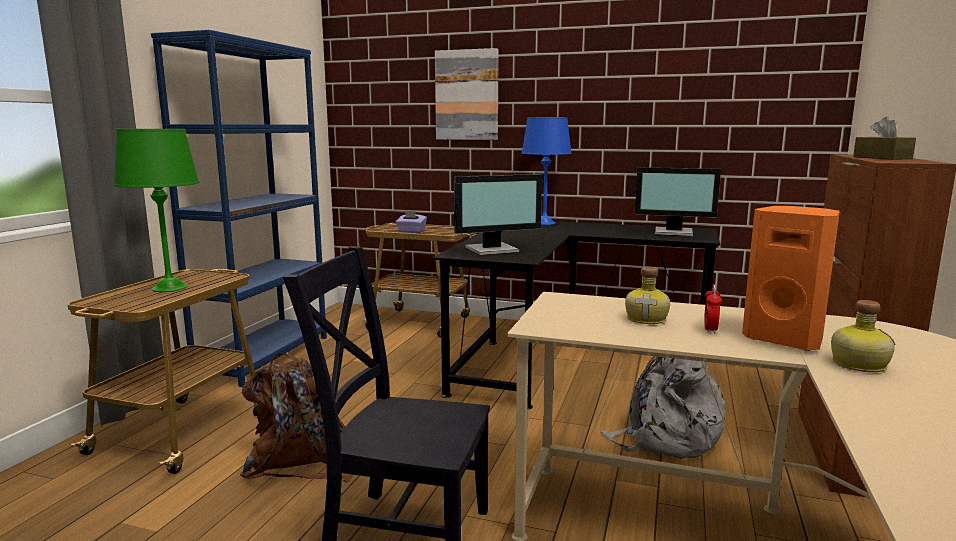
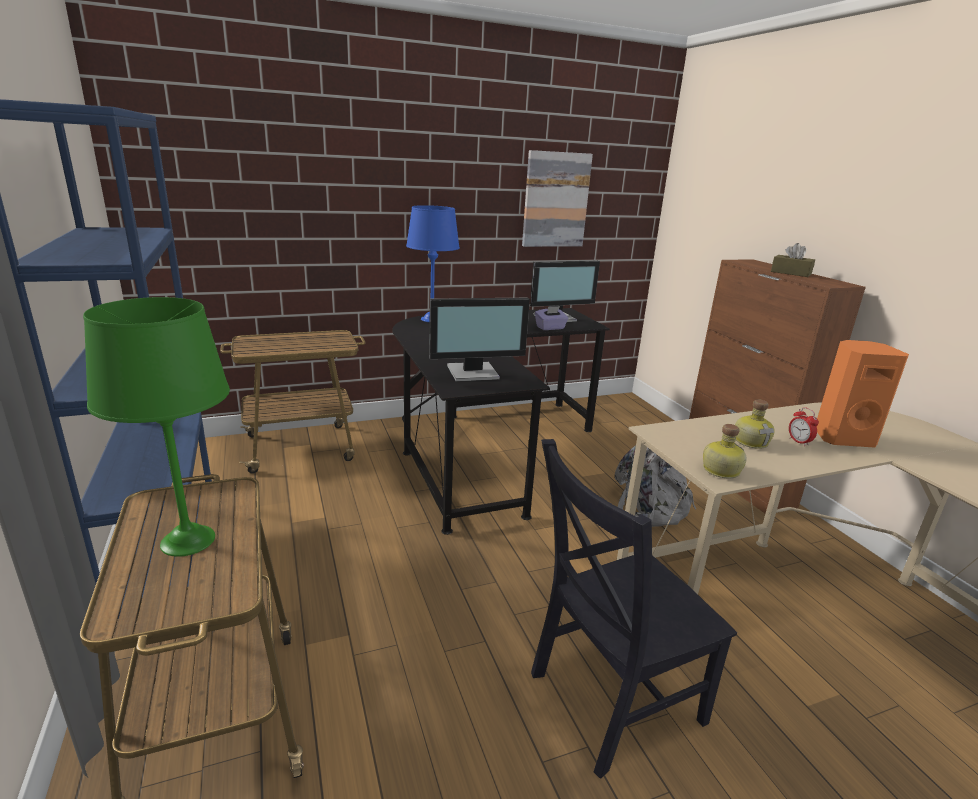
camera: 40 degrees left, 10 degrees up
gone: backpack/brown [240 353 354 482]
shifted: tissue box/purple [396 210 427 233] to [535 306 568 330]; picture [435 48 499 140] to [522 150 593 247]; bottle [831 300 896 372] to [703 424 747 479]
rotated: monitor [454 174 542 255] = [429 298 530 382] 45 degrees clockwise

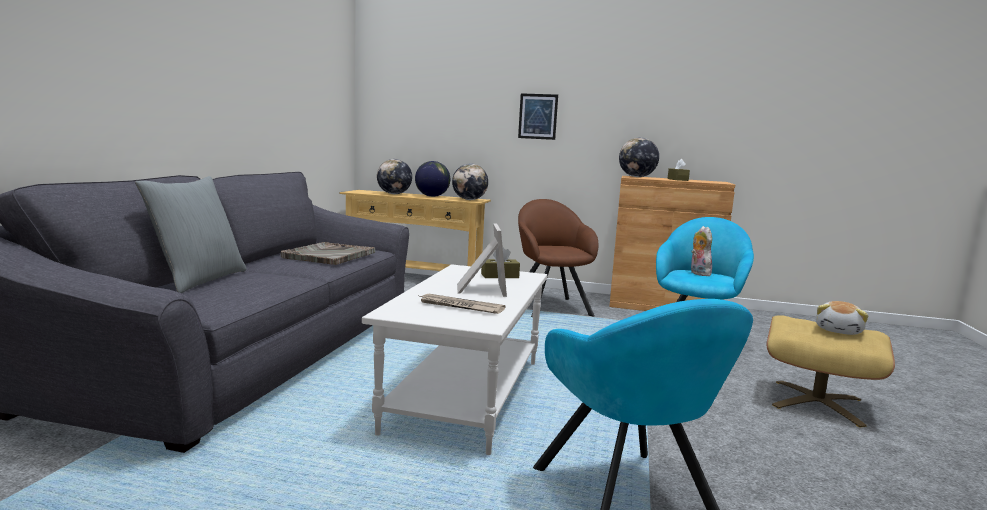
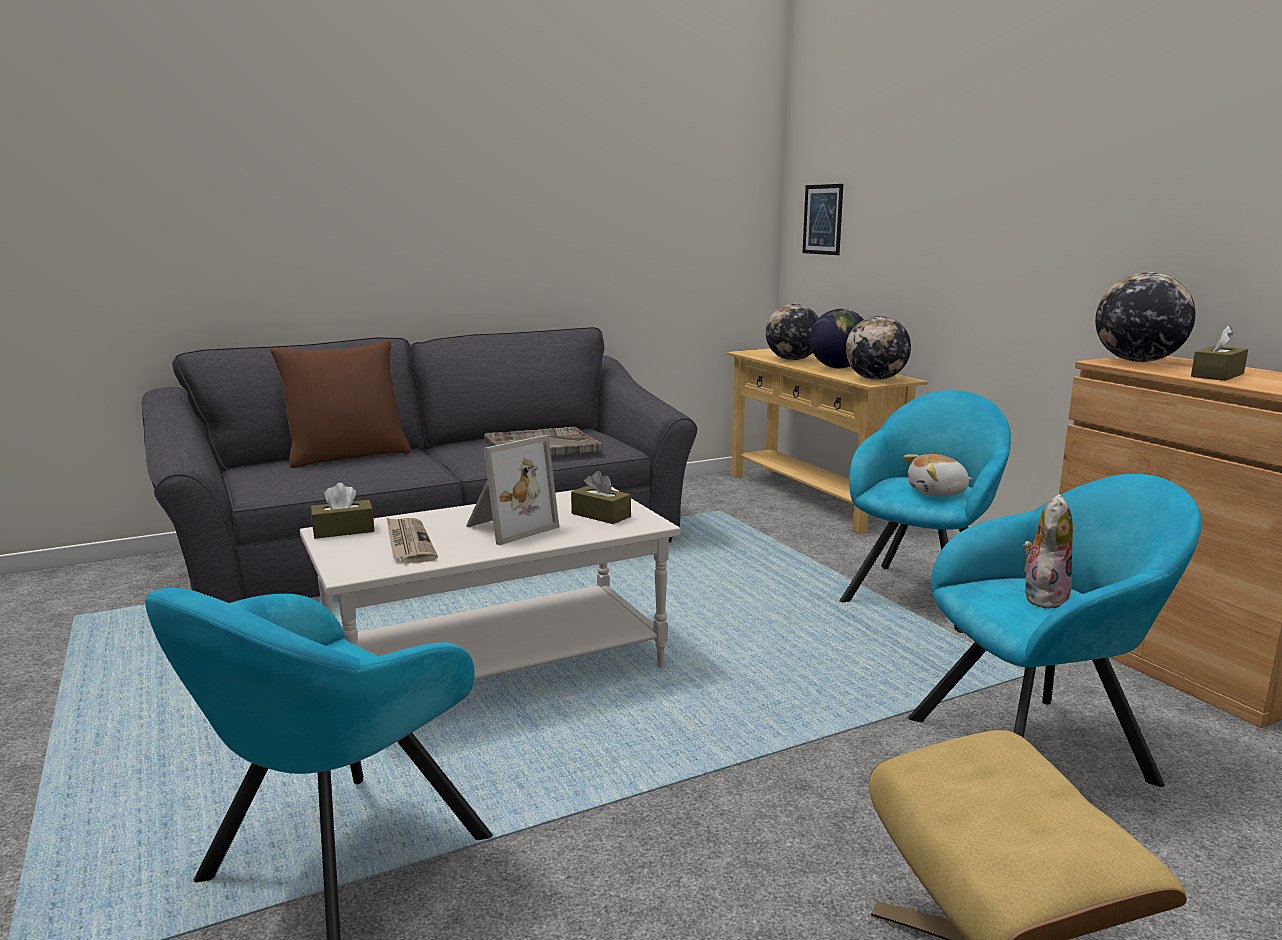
camera: 50 degrees right, 5 degrees up
new: tissue box/brown [311 483 374 539]
shifted: picture [518 93 558 140] to [803 184 843 255]; plush toy [816 301 868 335] to [904 454 972 497]
repainted: pillow/grey [135 176 247 293] to pillow/brown [270 340 411 468]; armchair/brown [518 199 598 317] to armchair/turquoise [839 390 1011 633]

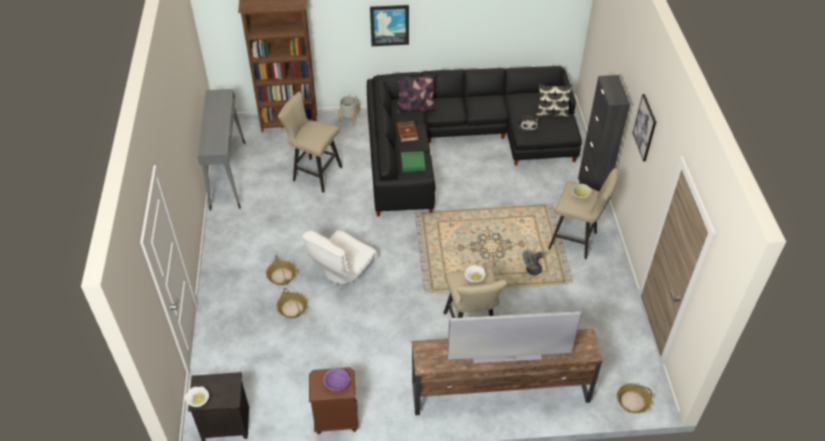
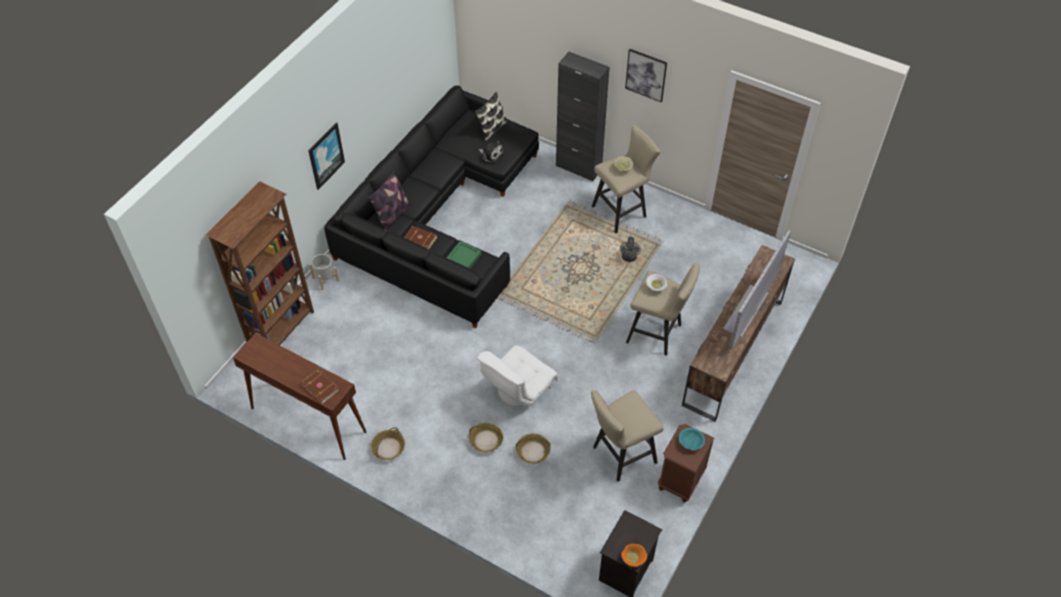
camera: 55 degrees left, 5 degrees up
new: book/brown [300 369 340 404]
shifted: stool/beige [278 92 342 193] to [591 390 664 482]; basket [617 383 652 413] to [371 427 405 460]
repainted: bowl/white [185 386 209 407] to bowl/orange [621 544 647 567]; console table/grey [197 89 245 211] to console table/brown [233 333 367 460]; bowl/purple [323 368 350 391] to bowl/turquoise [679 428 705 450]
rotated: armchair/white [302 231 378 284] = [477 345 558 407] 60 degrees clockwise

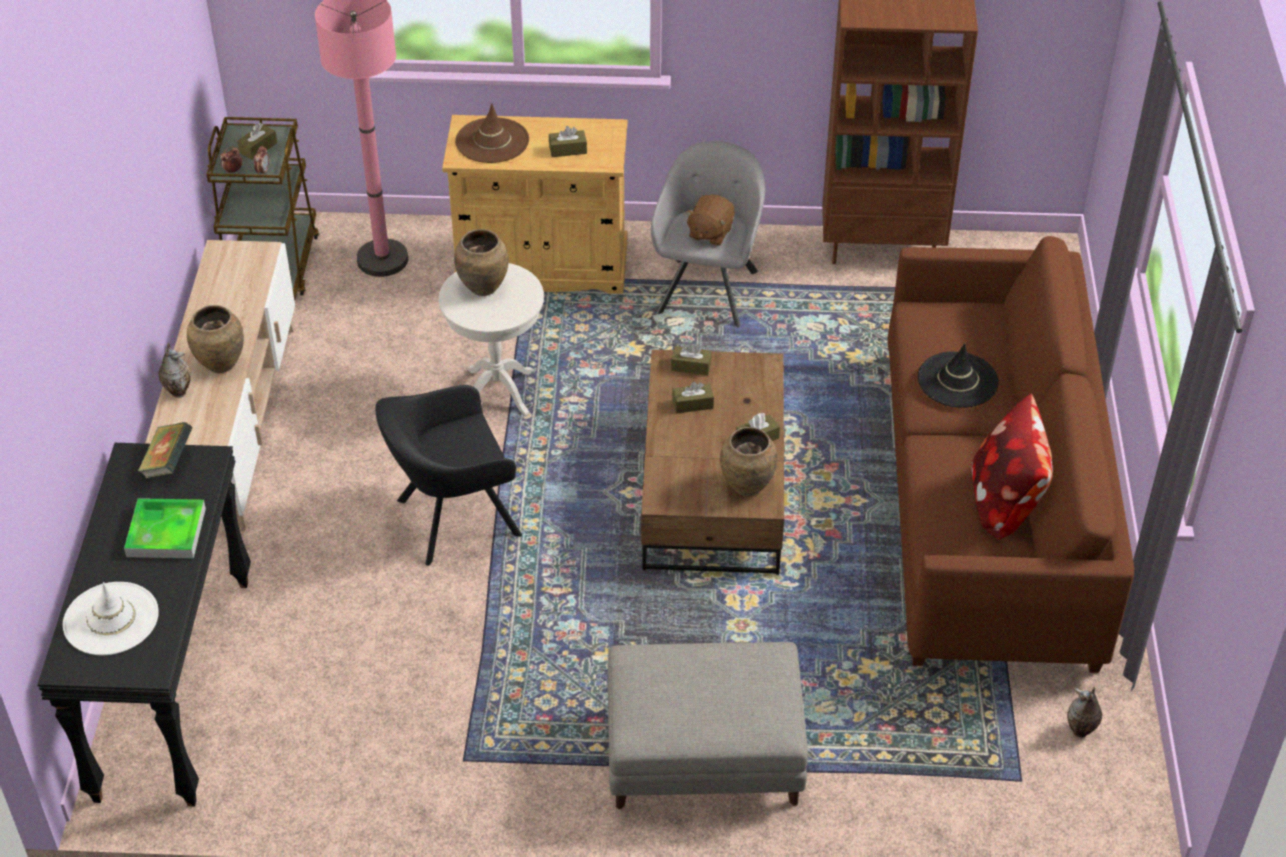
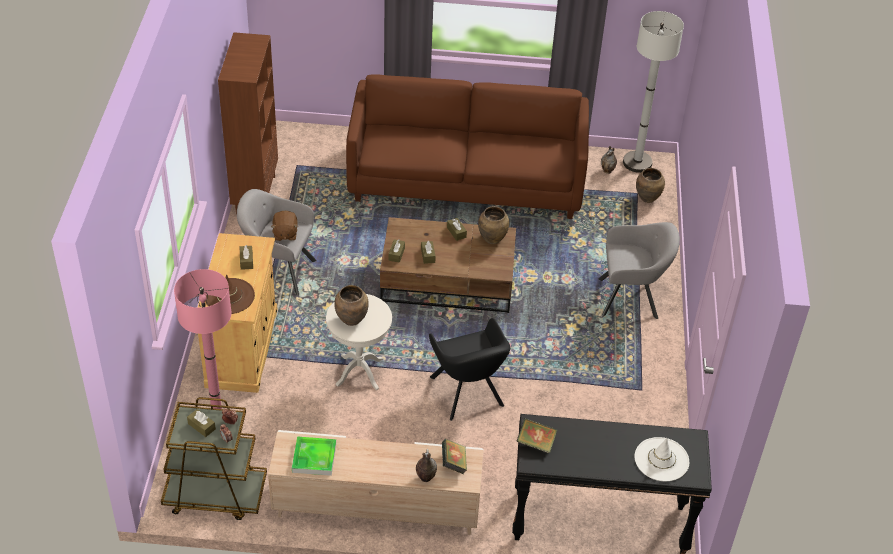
camera: 90 degrees left, 0 degrees up
gone: hat/black [918 343 999 408]; pillow [971 394 1053 540]
new: book [442 439 467 474]; floor lamp/white [623 11 684 173]
shifted: tray [124 498 206 559] to [292 436 336 476]; vase/brown [187 305 244 373] to [636 168 665 203]
swapped: ottoman/grey [608 642 808 809] to armchair/grey [598 222 680 319]
rotated: plush toy/brown [685 194 735 246] = [271 211 298 241] 60 degrees clockwise

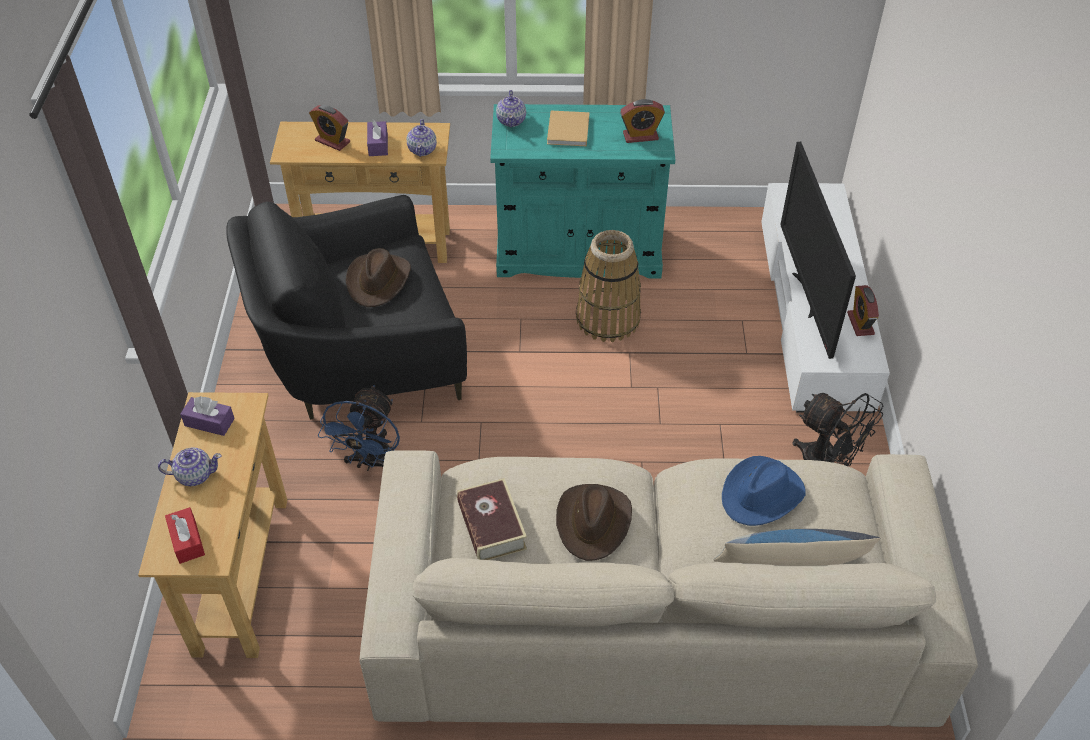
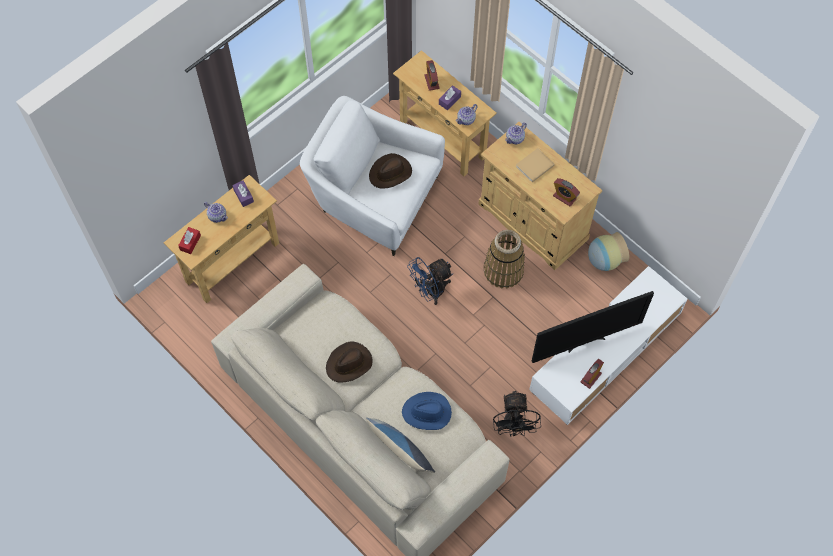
camera: 45 degrees right, 15 degrees up
gone: book [457 478 527 560]
new: vase [588 232 629 271]
shifted: fan/blue [318 385 400 471] to [407 257 453 305]
repainted: armchair/black [227 195 467 420] to armchair/white [300 96 445 256]; cabinet/turquoise [490 104 675 278] to cabinet/beige [478 122 602 270]
rotated: television [780 142 856 359] = [532 291 654 363] 150 degrees counterclockwise

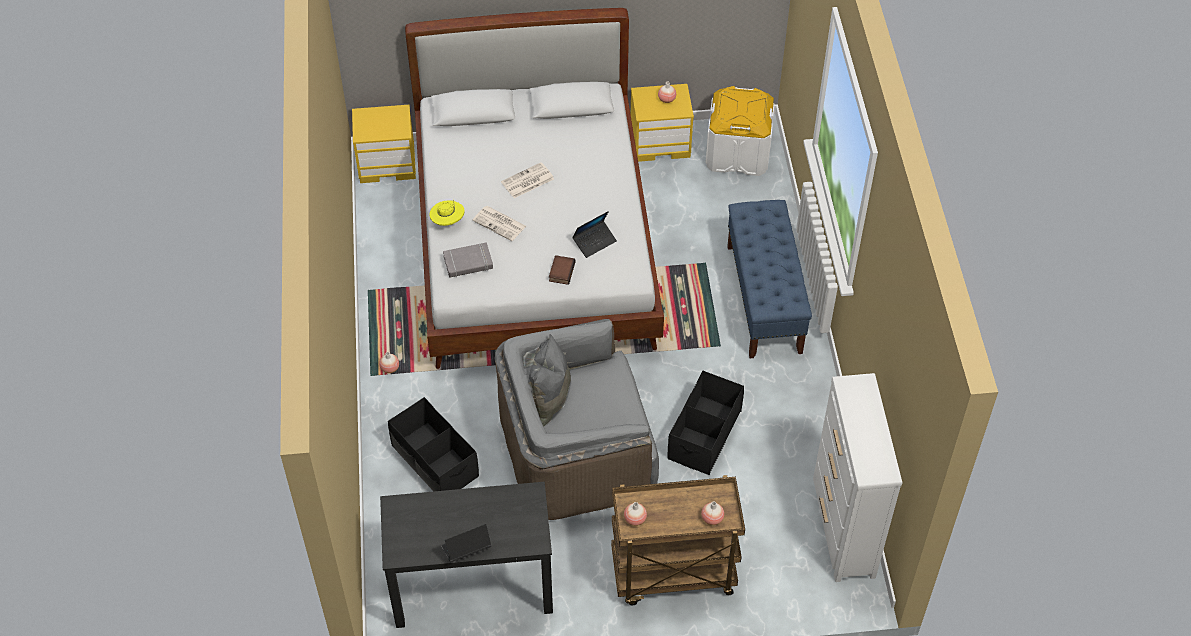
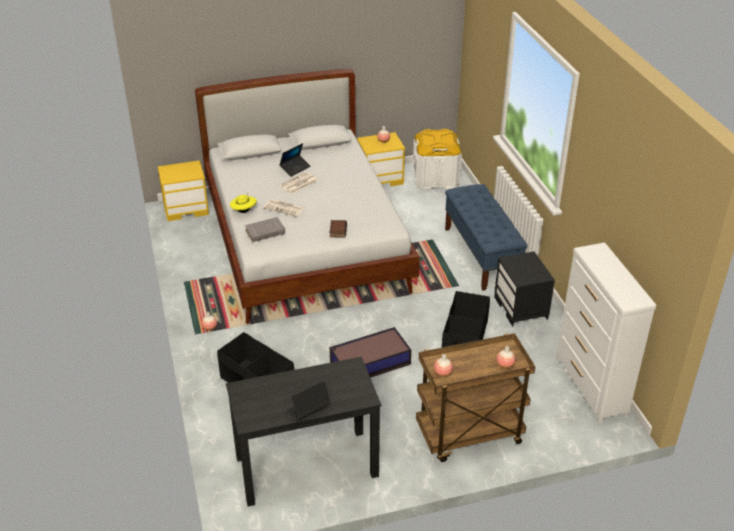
camera: 10 degrees left, 15 degrees down
new: nightstand/black [494 252 555 326]
shifted: laptop [573 211 617 258] to [279 143 311 177]
swapped: armchair/grey [494 319 659 520] to storage box [330 327 411 378]

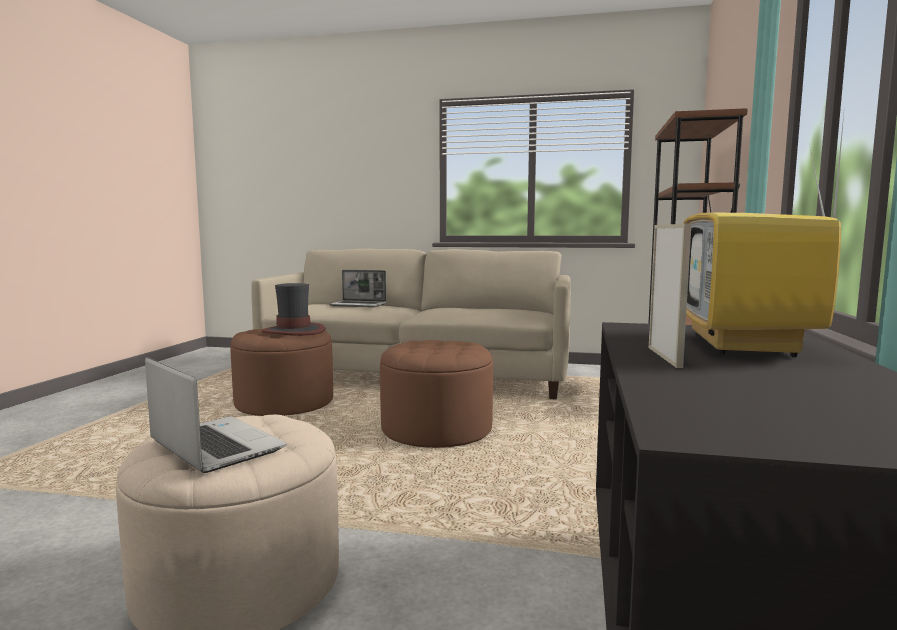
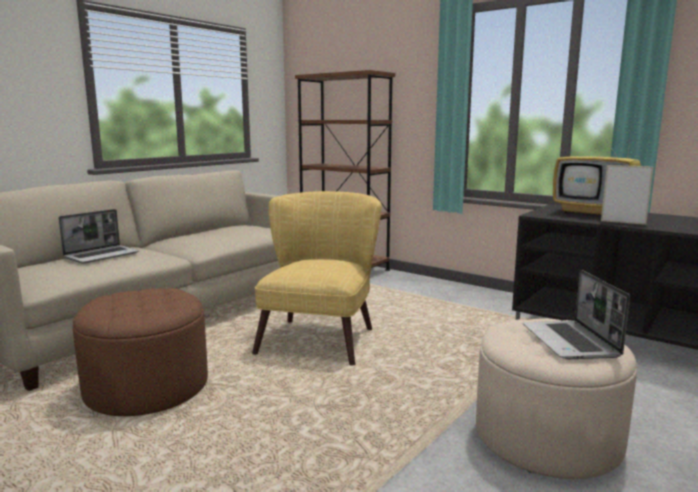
camera: 65 degrees left, 5 degrees up
gone: hat [261 283 325 336]
swapped: ottoman/brown [380 340 493 448] to armchair/yellow [252 191 382 365]
rotated: laptop [145 357 287 473] = [523 270 630 359] 75 degrees counterclockwise

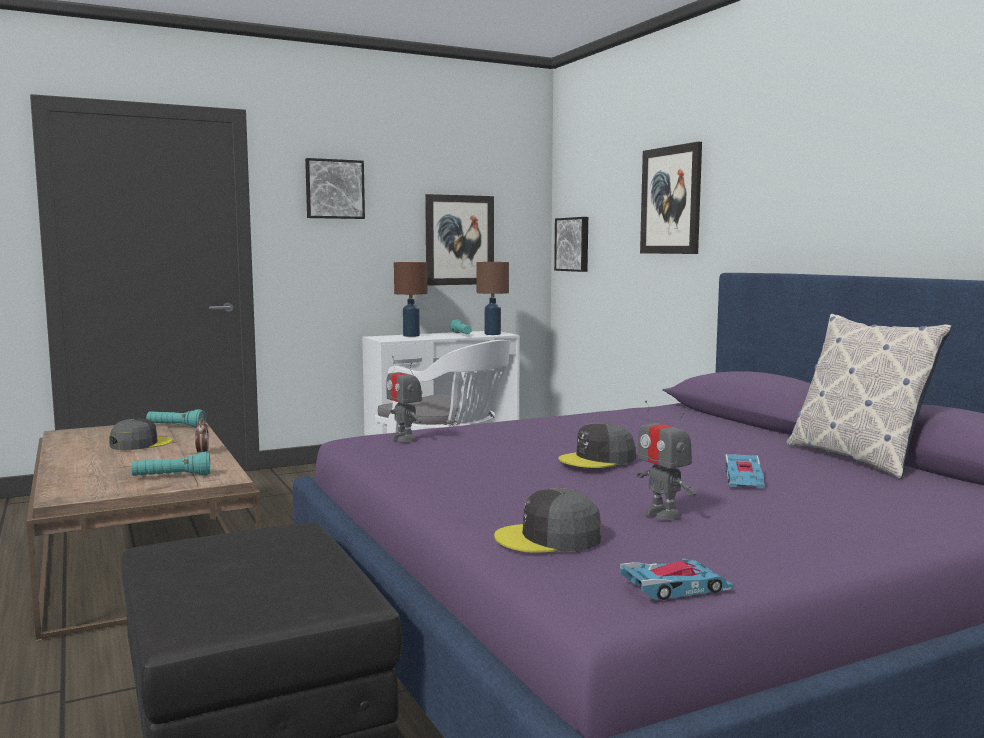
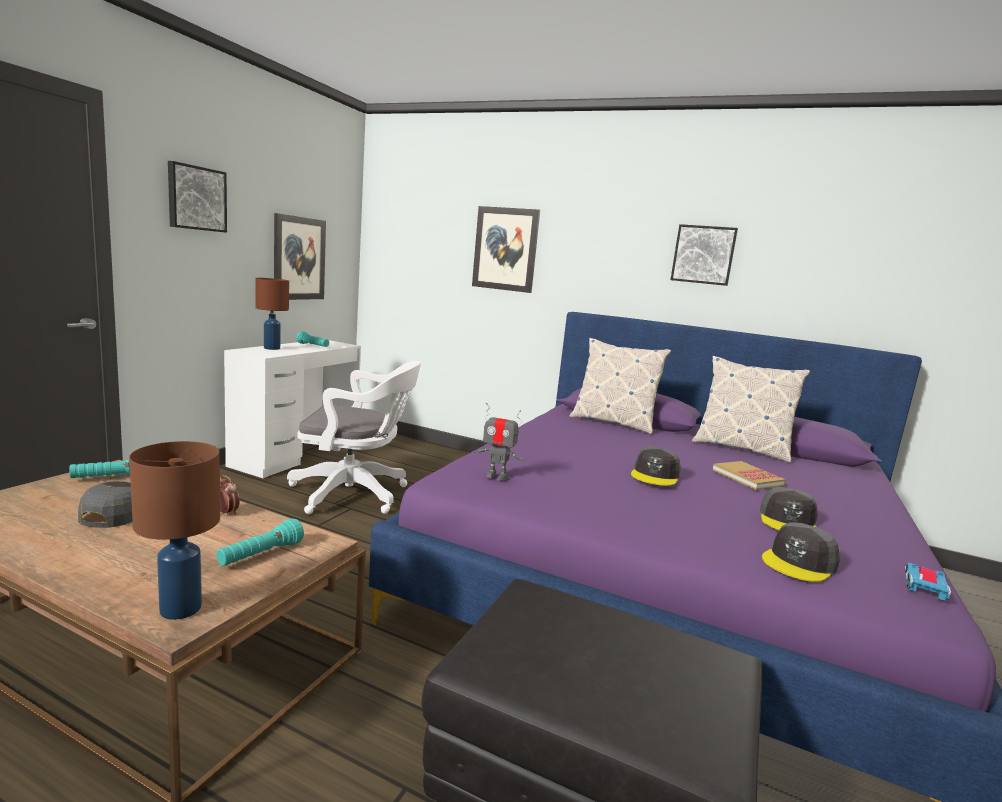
camera: 40 degrees left, 5 degrees up
new: pillow [569 338 671 435]
shifted: table lamp/brown [477 262 509 335] to [129 441 220 620]; picture [554 217 588 272] to [671 224 738 286]
swapped: toy robot [637 400 696 520] to cap/grey [760 487 818 530]; toy car [725 454 765 488] to book [713 461 786 490]

